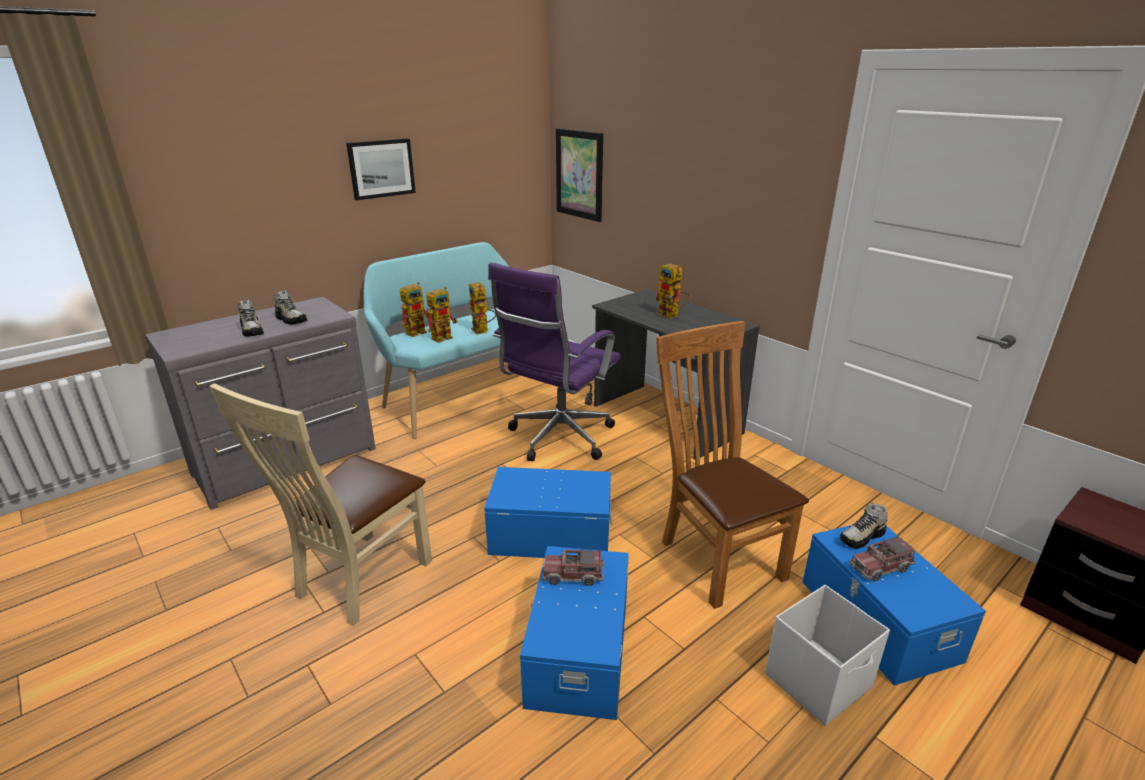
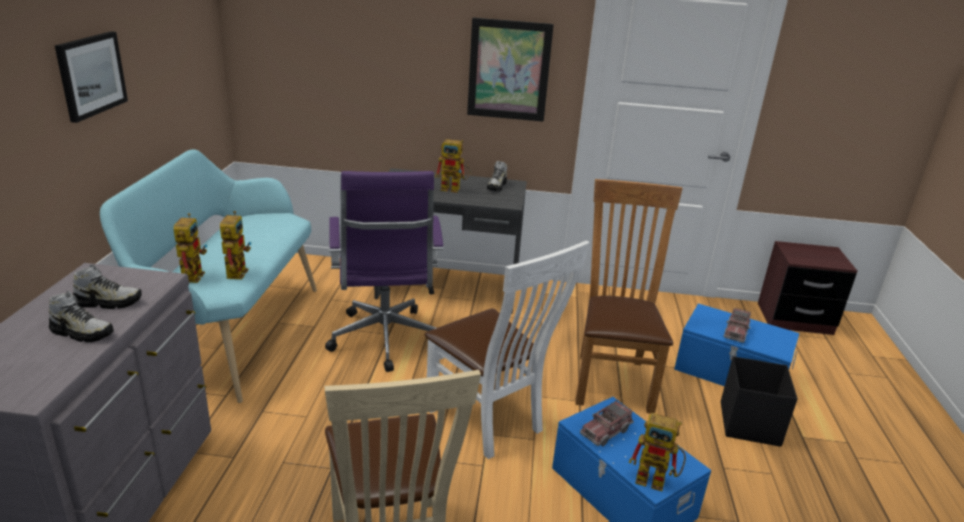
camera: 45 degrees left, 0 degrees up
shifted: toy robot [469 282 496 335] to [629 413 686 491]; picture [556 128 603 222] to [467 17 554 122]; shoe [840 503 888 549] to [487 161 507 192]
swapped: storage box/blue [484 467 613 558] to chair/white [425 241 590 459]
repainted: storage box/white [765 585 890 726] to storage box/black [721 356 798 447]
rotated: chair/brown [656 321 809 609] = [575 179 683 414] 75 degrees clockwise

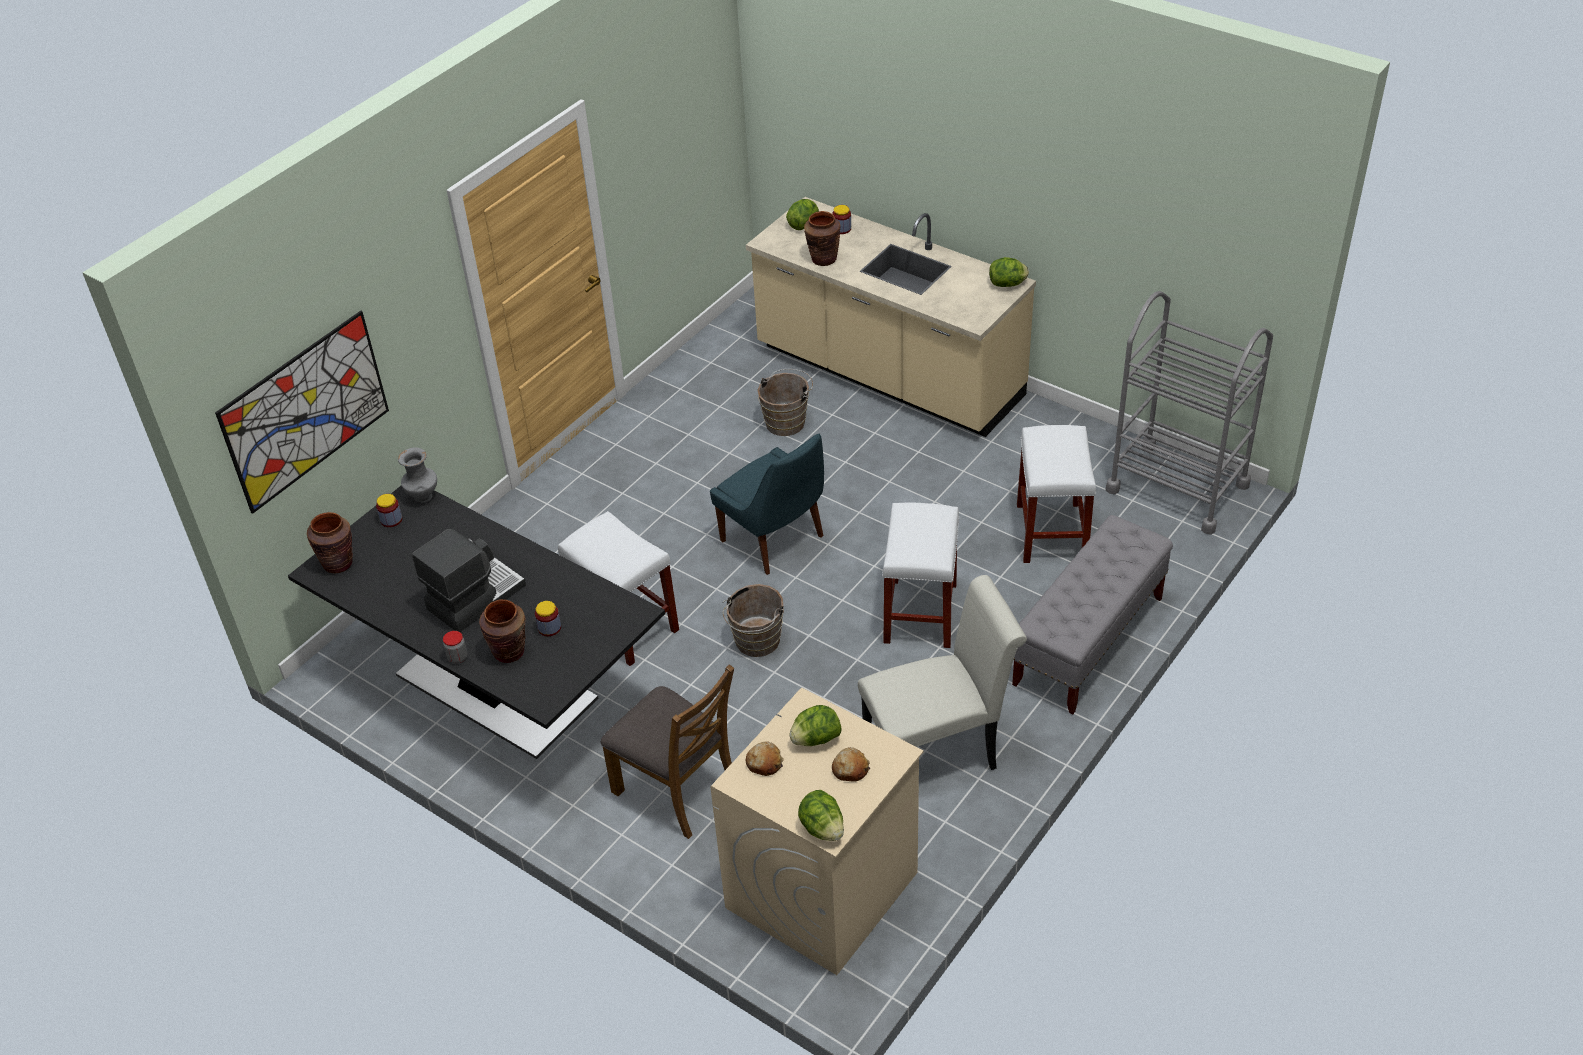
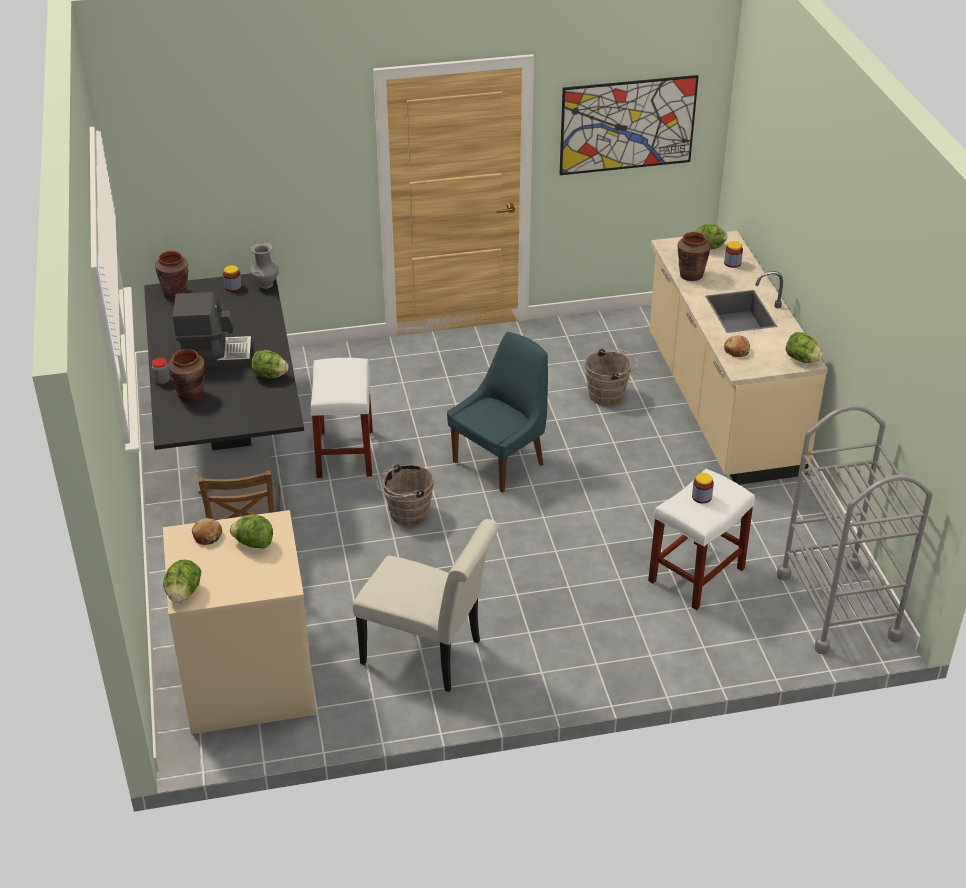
camera: 40 degrees right, 5 degrees down
gone: stool/white [882 503 959 648]; bench/grey [1012 515 1173 714]
new: lettuce [251 350 289 378]
shifted: picture [215 311 389 514] to [559 75 699 175]; jar [535 601 561 636] to [692 473 714 504]; bread [832 747 870 782] to [724 336 750 357]
rotated: chair/blue [710 434 824 575] = [447 332 548 493] 135 degrees counterclockwise

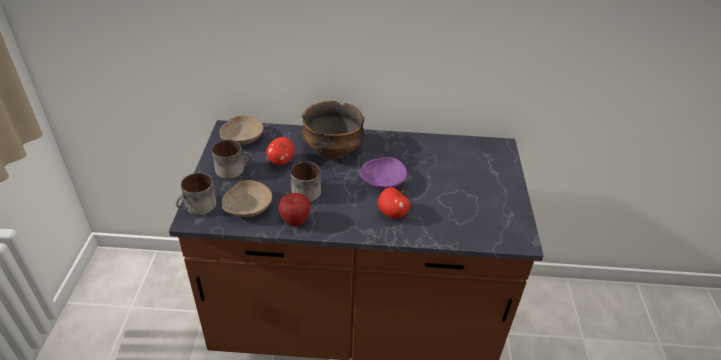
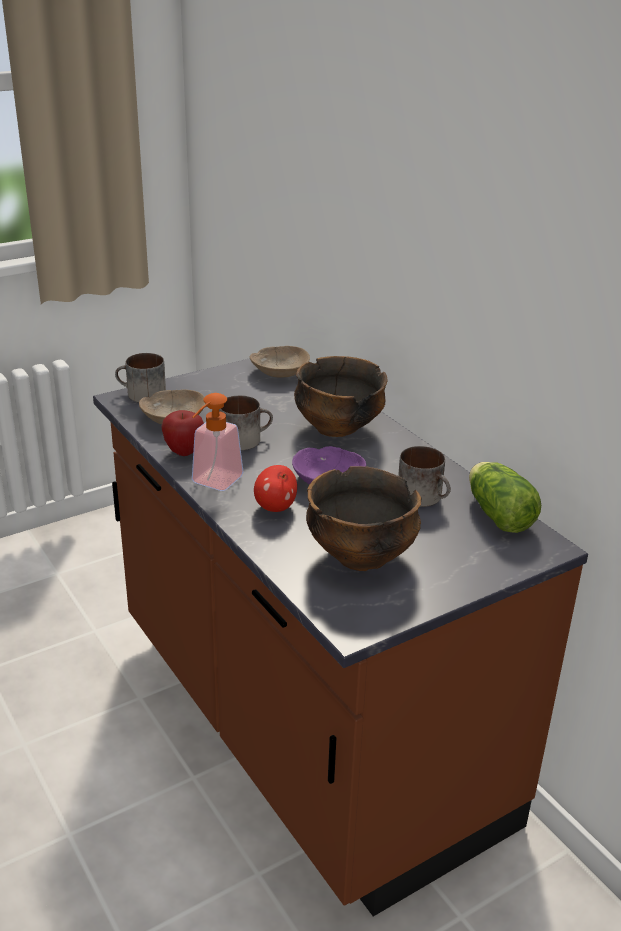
camera: 55 degrees right, 10 degrees down
gone: apple [266 137 295 165]
new: soap dispenser [192 393 244 491]; bowl [306 466 422 571]; lettuce [469 462 541 533]
shifted: mug [212 140 252 179] to [398 446 451 507]

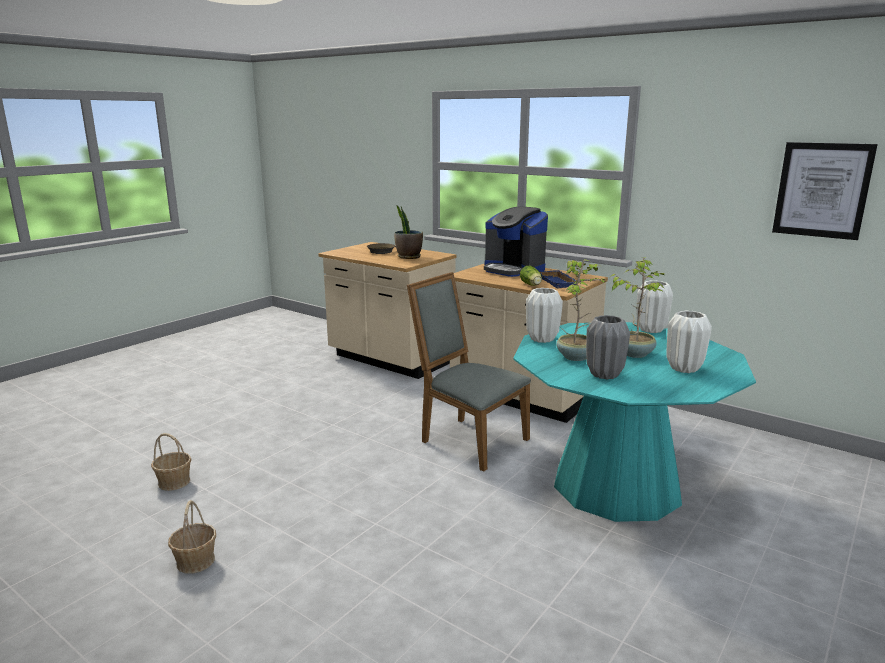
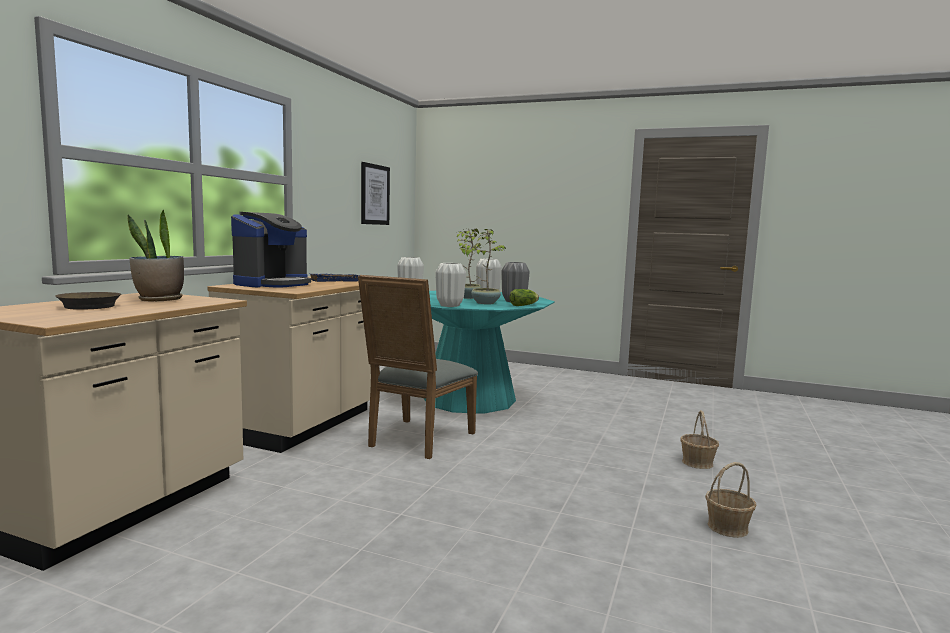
camera: 105 degrees left, 10 degrees down
shifted: basket [151 433 191 491] to [680 410 719 469]; lettuce [520 266 542 286] to [510 289 539 306]

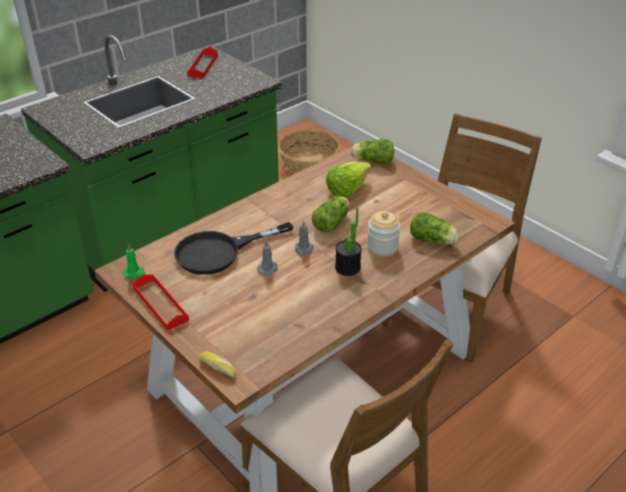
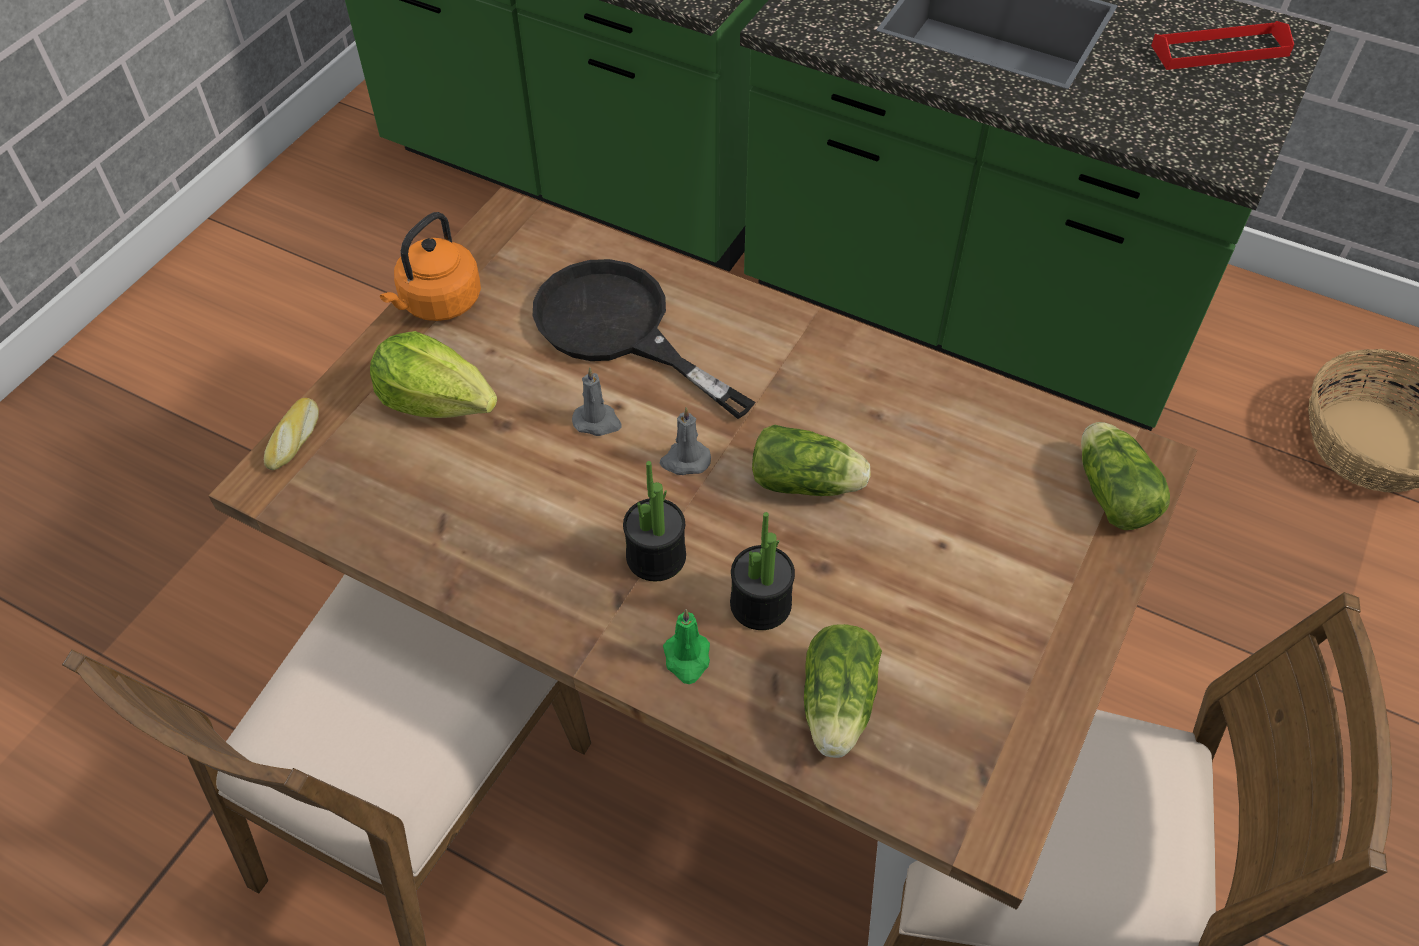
camera: 70 degrees right, 15 degrees up
shifted: candle/green [123 244 146 279] to [663 609 710 684]; lettuce [326 161 371 197] to [370 331 497 418]
swapped: tray/red [133 274 189 331] to kettle/orange [380 212 481 321]; jar [367 211 400 256] to potted plant [730 512 795 630]

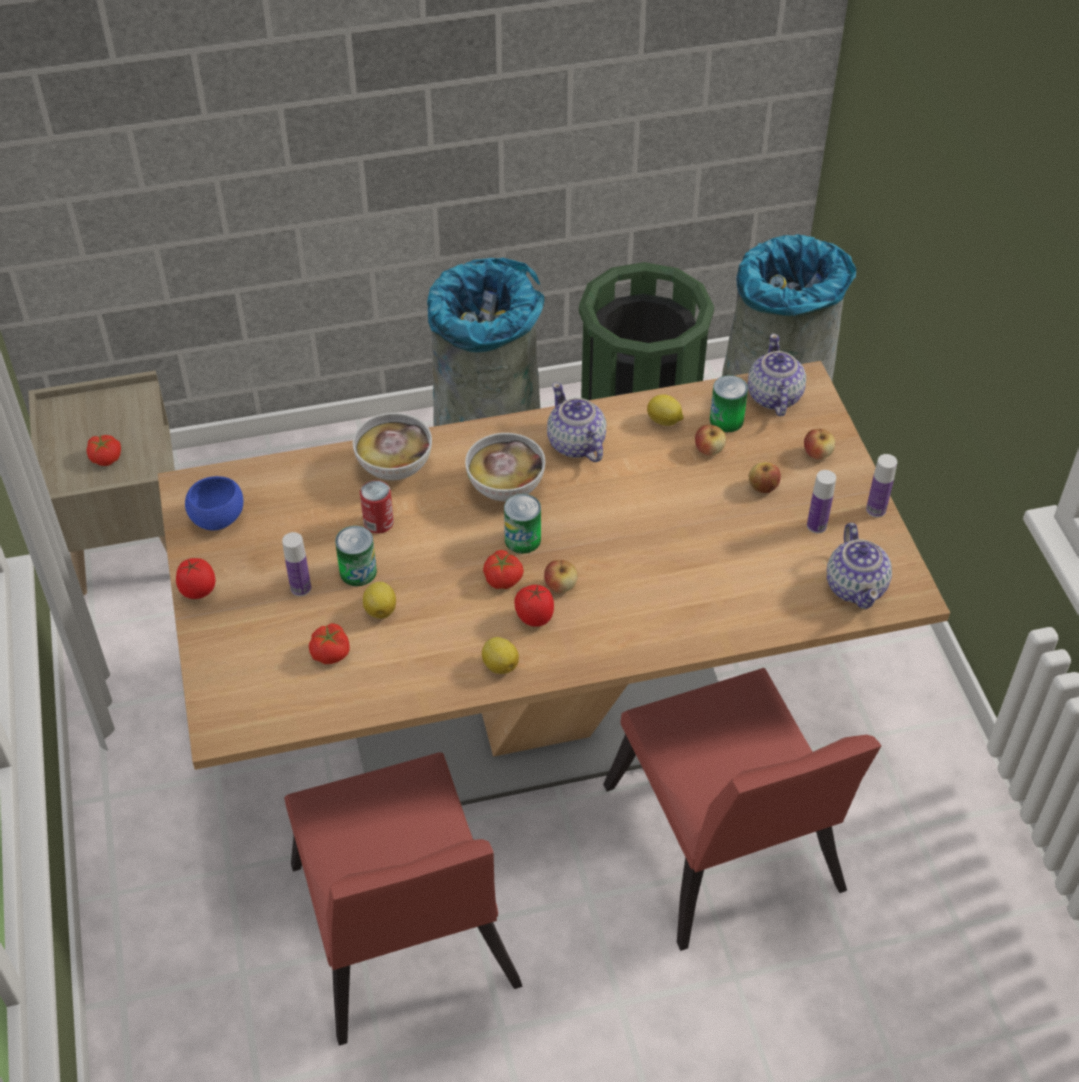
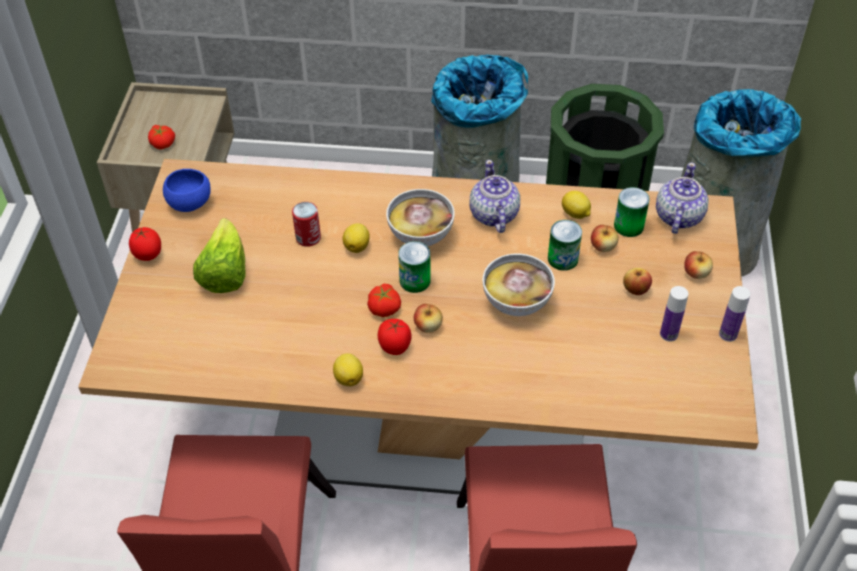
camera: 20 degrees right, 0 degrees up
gone: tomato [309 623 350 664]; teapot [827 523 892 609]
shifted: can [335 526 377 586] to [548 220 582 271]; bowl [353 413 432 480] to [483 254 555 316]; lemon [363 582 396 619] to [343 223 370 253]
swapped: bottle [282 532 311 596] to lettuce [193 218 246 293]

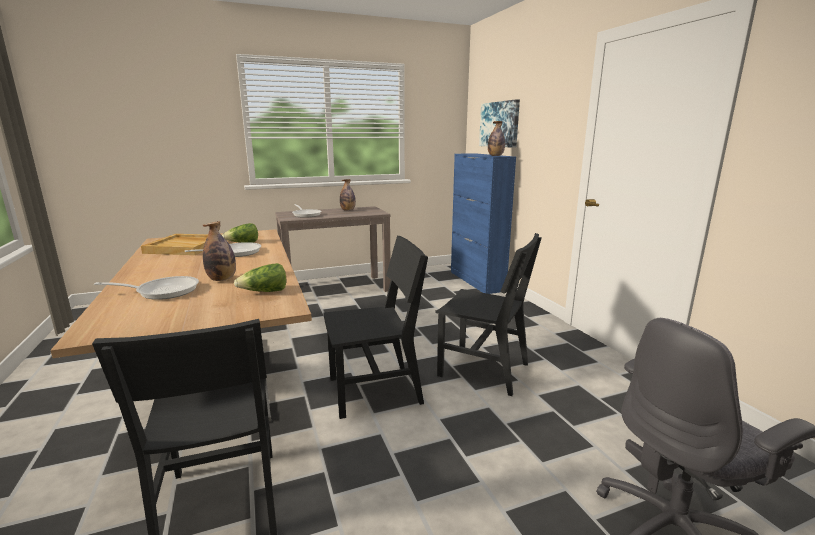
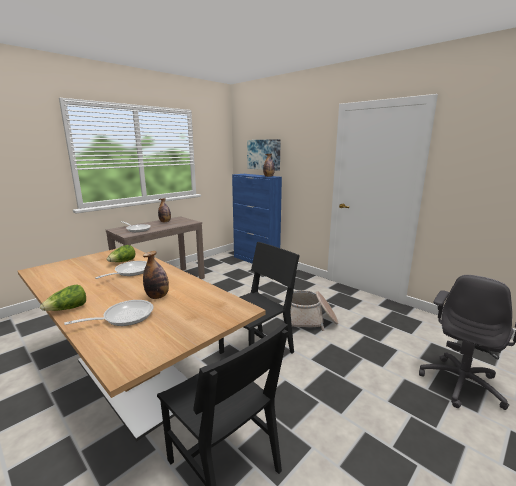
camera: 25 degrees left, 0 degrees up
gone: tray/beige [141 234 208 255]
shifted: lettuce [234 263 286 292] to [40 284 86 311]
swapped: chair/black [435 233 542 396] to basket [291 290 338 331]

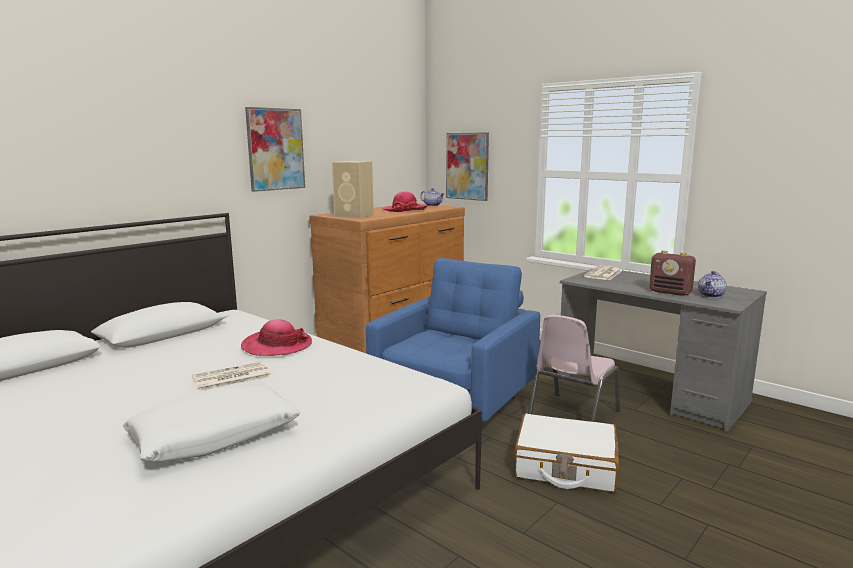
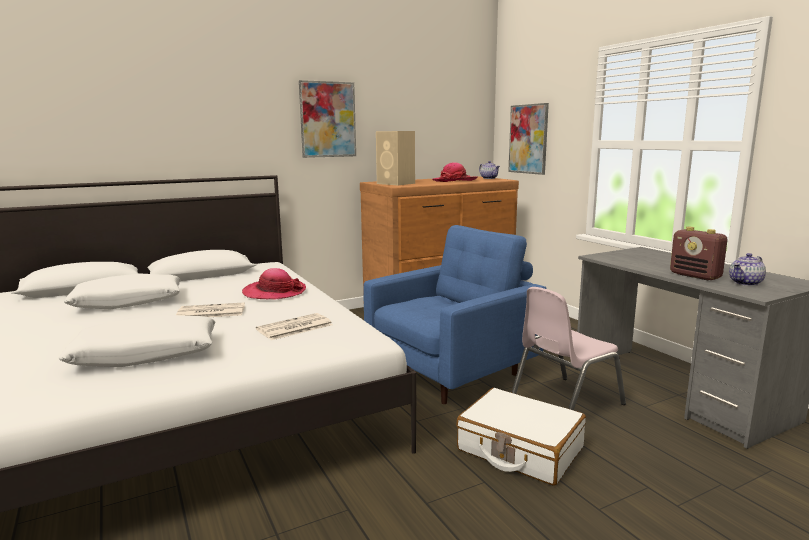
camera: 20 degrees right, 0 degrees up
new: pillow/white [64 274 181 309]
shifted: newspaper [584 266 622 280] to [256 313 333 340]

